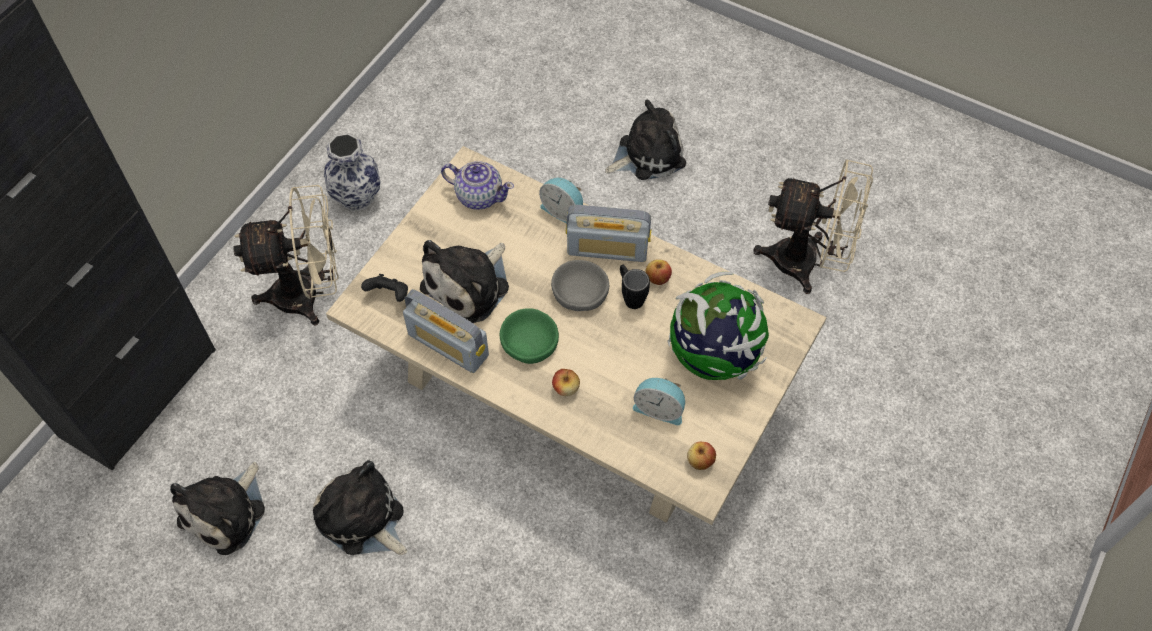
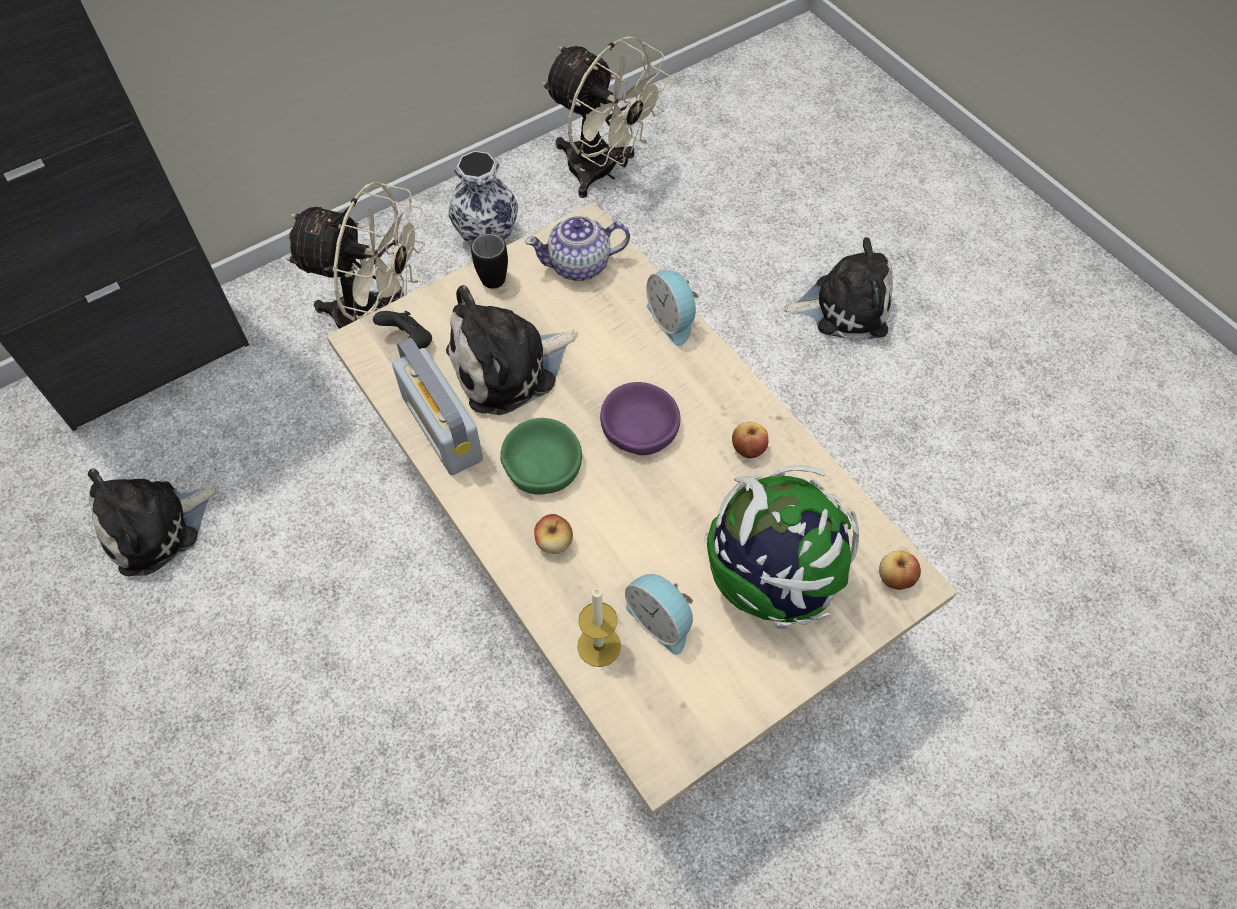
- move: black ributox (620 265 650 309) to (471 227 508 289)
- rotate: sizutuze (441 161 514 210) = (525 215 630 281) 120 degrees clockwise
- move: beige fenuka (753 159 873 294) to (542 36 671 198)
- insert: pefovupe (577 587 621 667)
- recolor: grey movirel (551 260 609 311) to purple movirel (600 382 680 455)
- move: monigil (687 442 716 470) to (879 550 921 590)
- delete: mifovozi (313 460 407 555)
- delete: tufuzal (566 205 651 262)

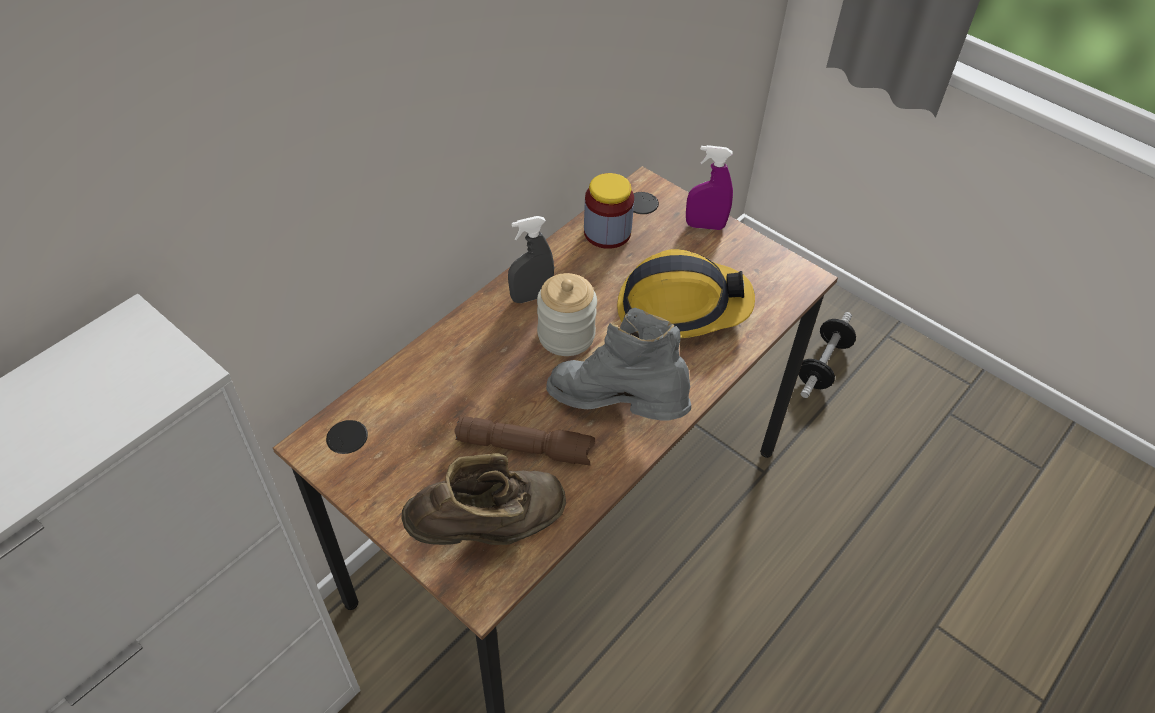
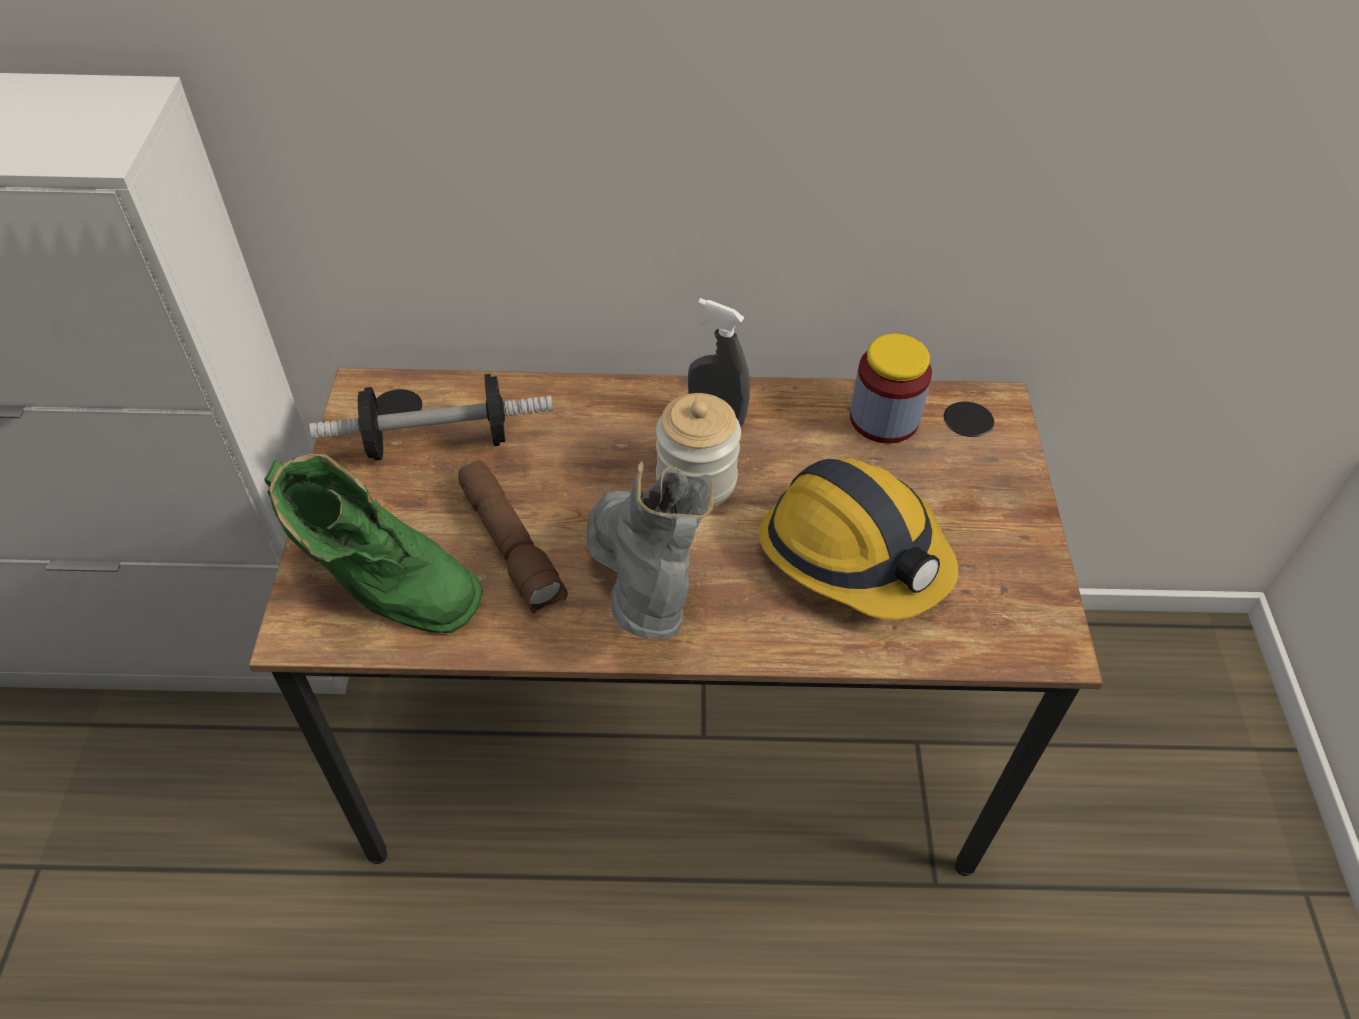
- recolor: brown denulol (401 453 566 545) to green denulol (264 454 483 633)
- move: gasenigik (798 312 856 398) to (310 374 553 461)
- delete: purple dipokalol (686 145 733 230)

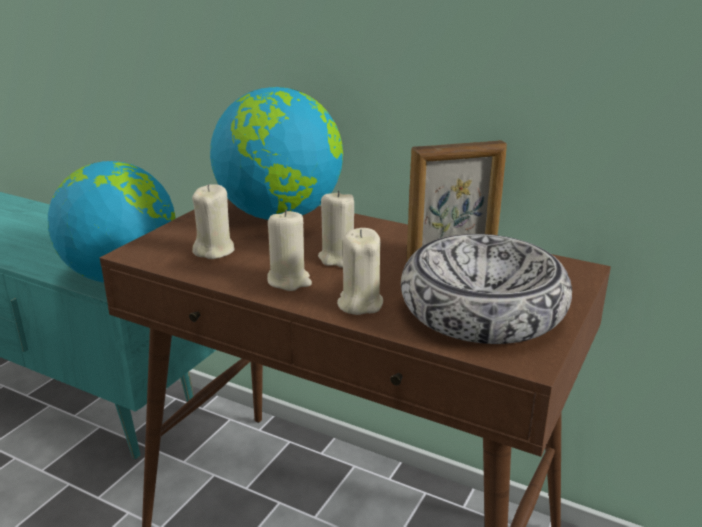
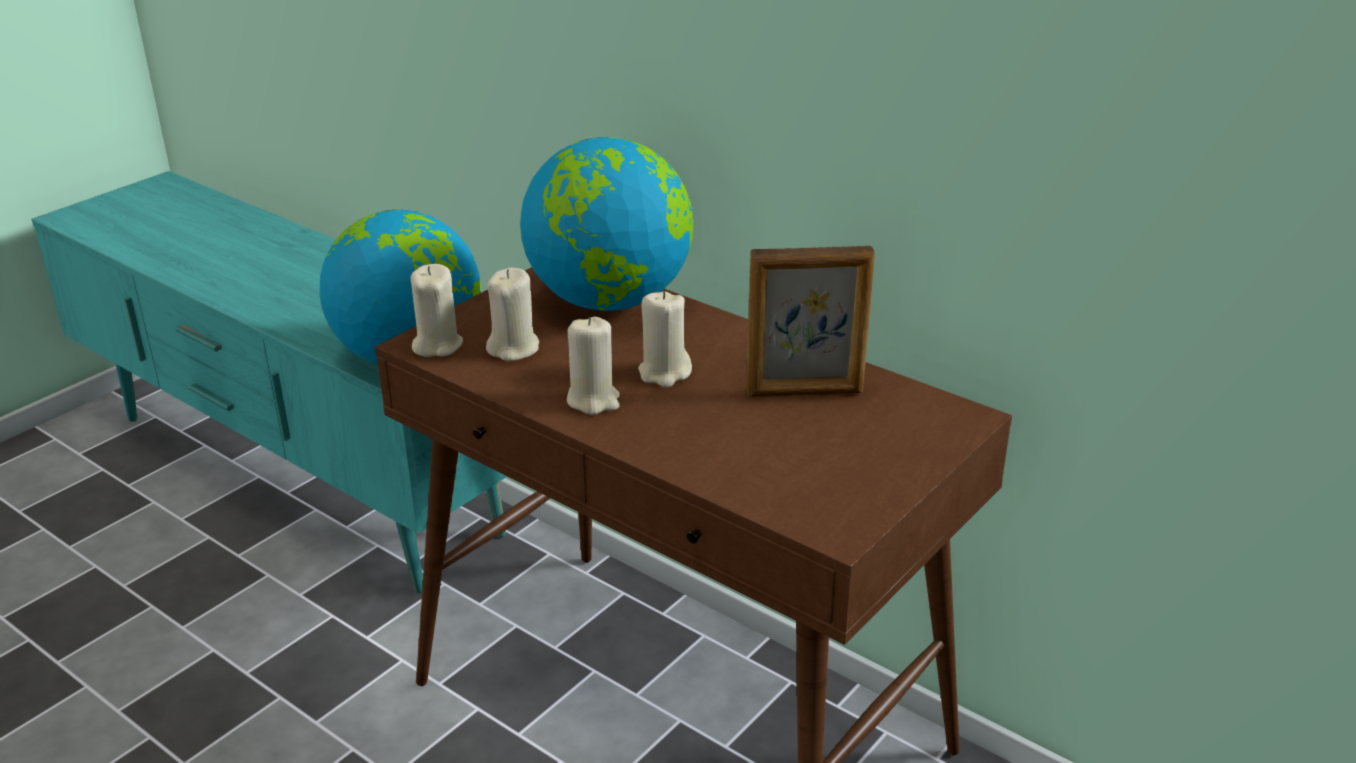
- move: beige pefovupe (337 228 383 315) to (411 264 463 357)
- delete: movirel (401 234 572 344)

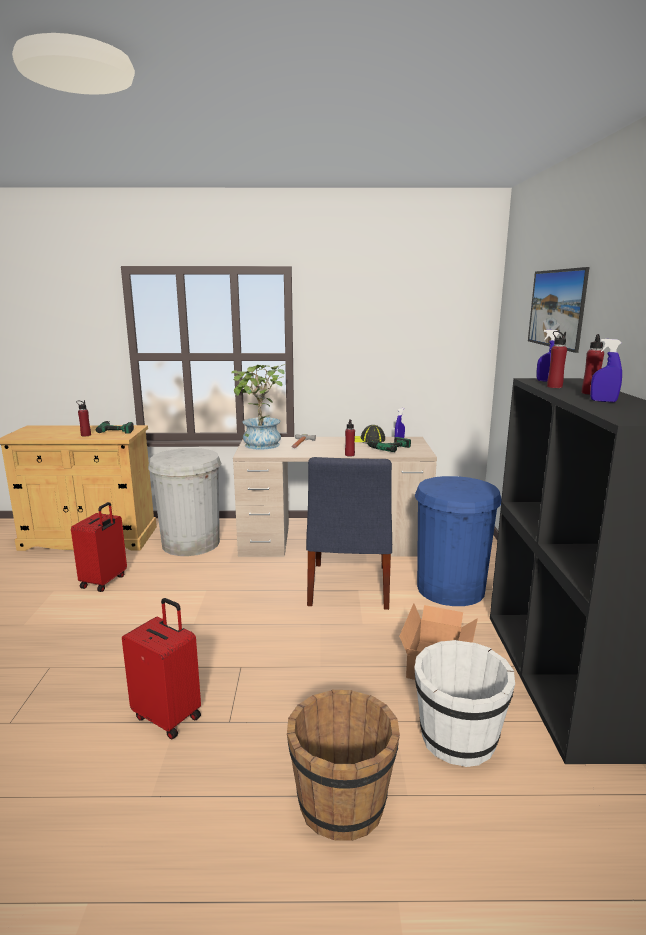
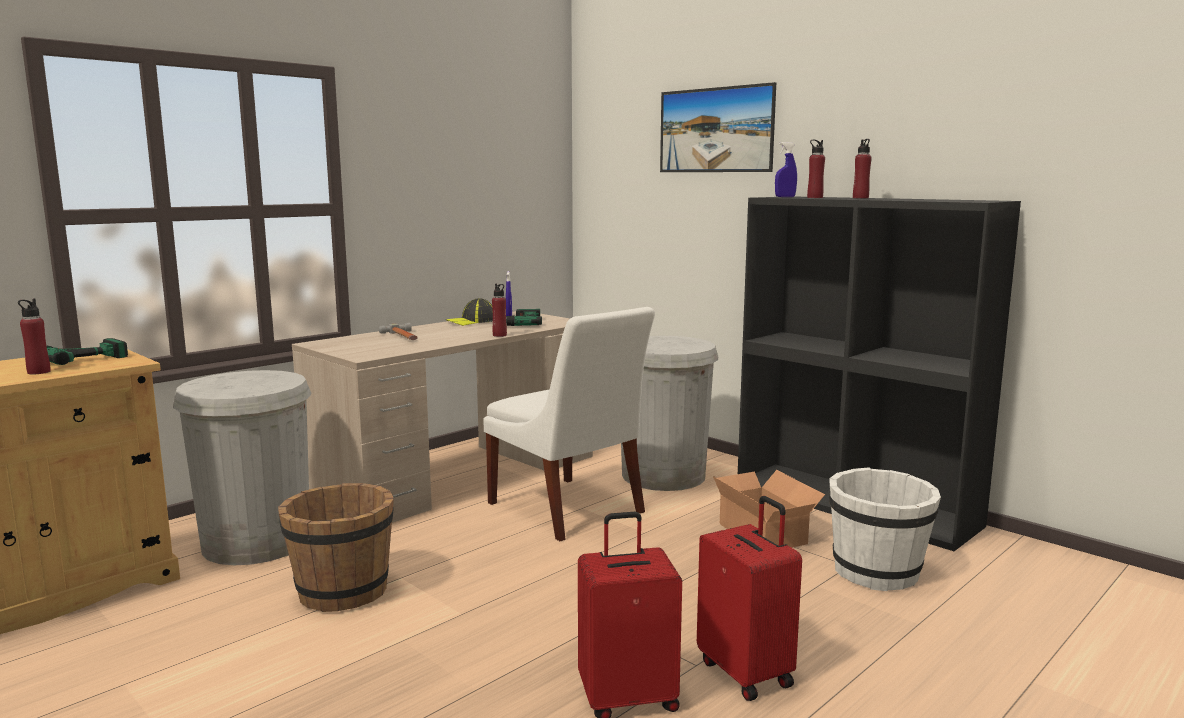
- move: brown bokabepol (287 690 400 841) to (278 483 394 612)
- recolor: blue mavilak (306 457 392 610) to white mavilak (483 307 655 541)
- recolor: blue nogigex (415 476 501 606) to white nogigex (621 336 718 491)
- move: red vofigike (71 502 127 592) to (697 496 802 701)
- delete: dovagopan (231 364 286 450)
- delete: blue dipokalol (590 339 622 402)

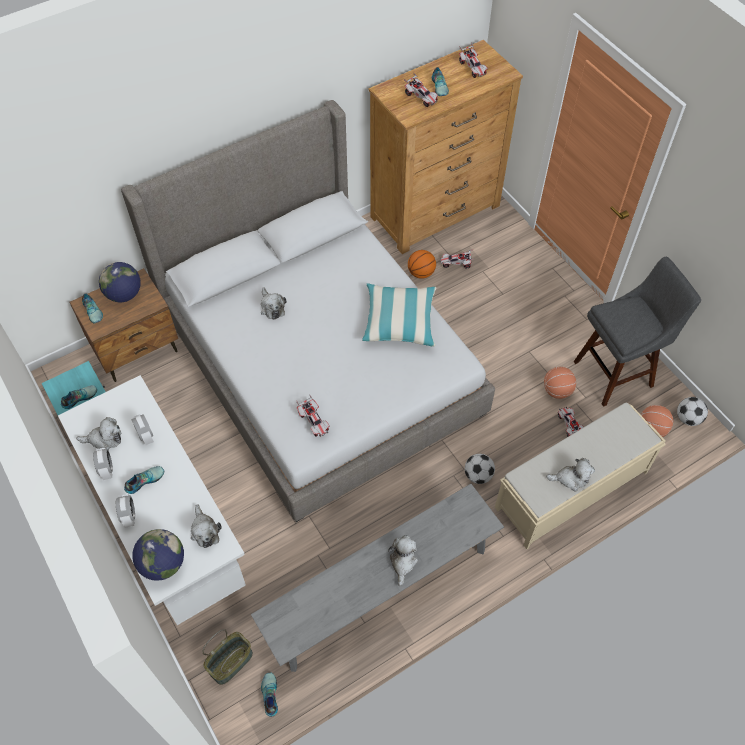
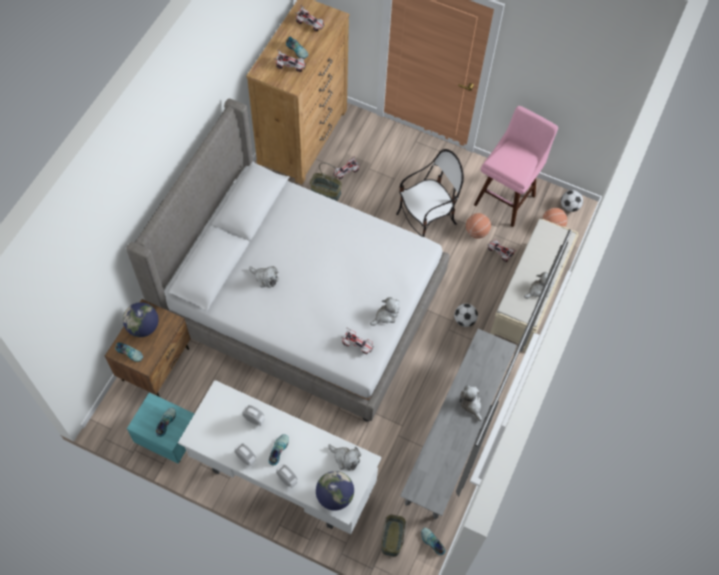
- replace: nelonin (408 250 436 279) to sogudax (310 162 342 201)
- move: mifovozi (76 417 121 450) to (370 297 400 326)
- insert: mavilak (396 149 464 237)
- recolor: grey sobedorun (574 257 701 407) to pink sobedorun (474 106 558 227)
- delete: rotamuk (362 283 436 346)

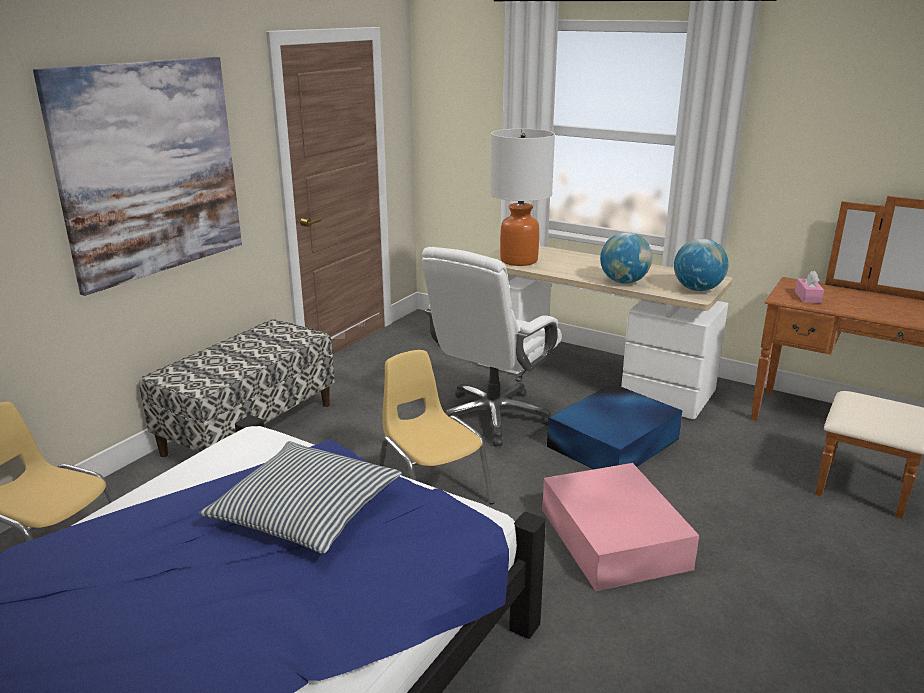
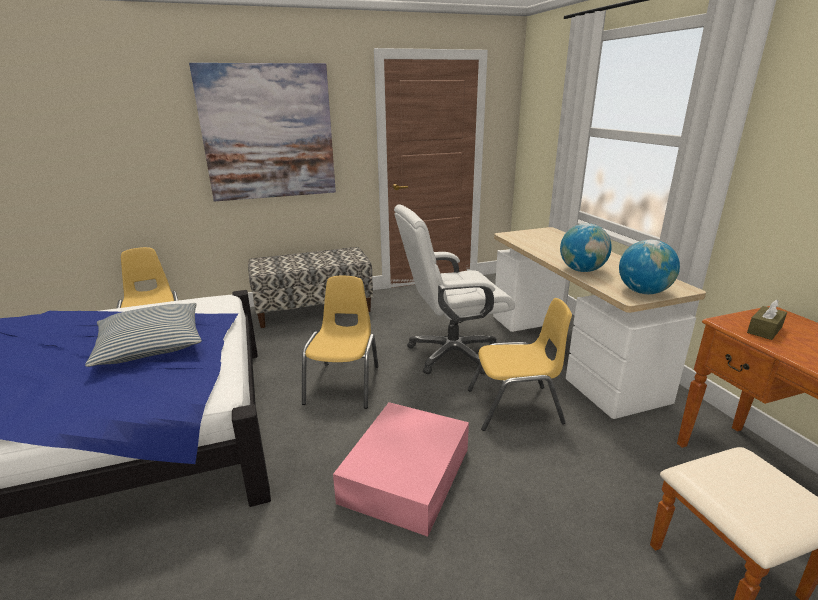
- replace: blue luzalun (547 384 683 469) to yellow mavilak (468 298 572 431)
- recolor: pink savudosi (795 271 824 303) to brown savudosi (747 300 787 340)
- delete: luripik (490 129 555 266)

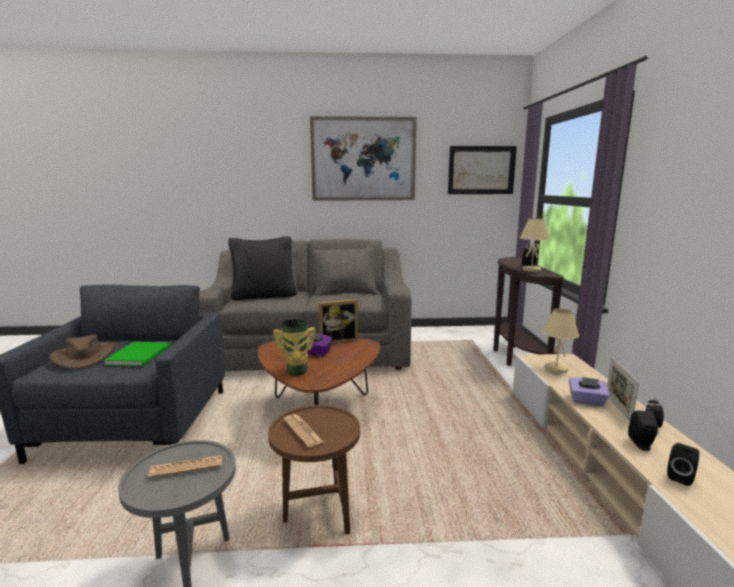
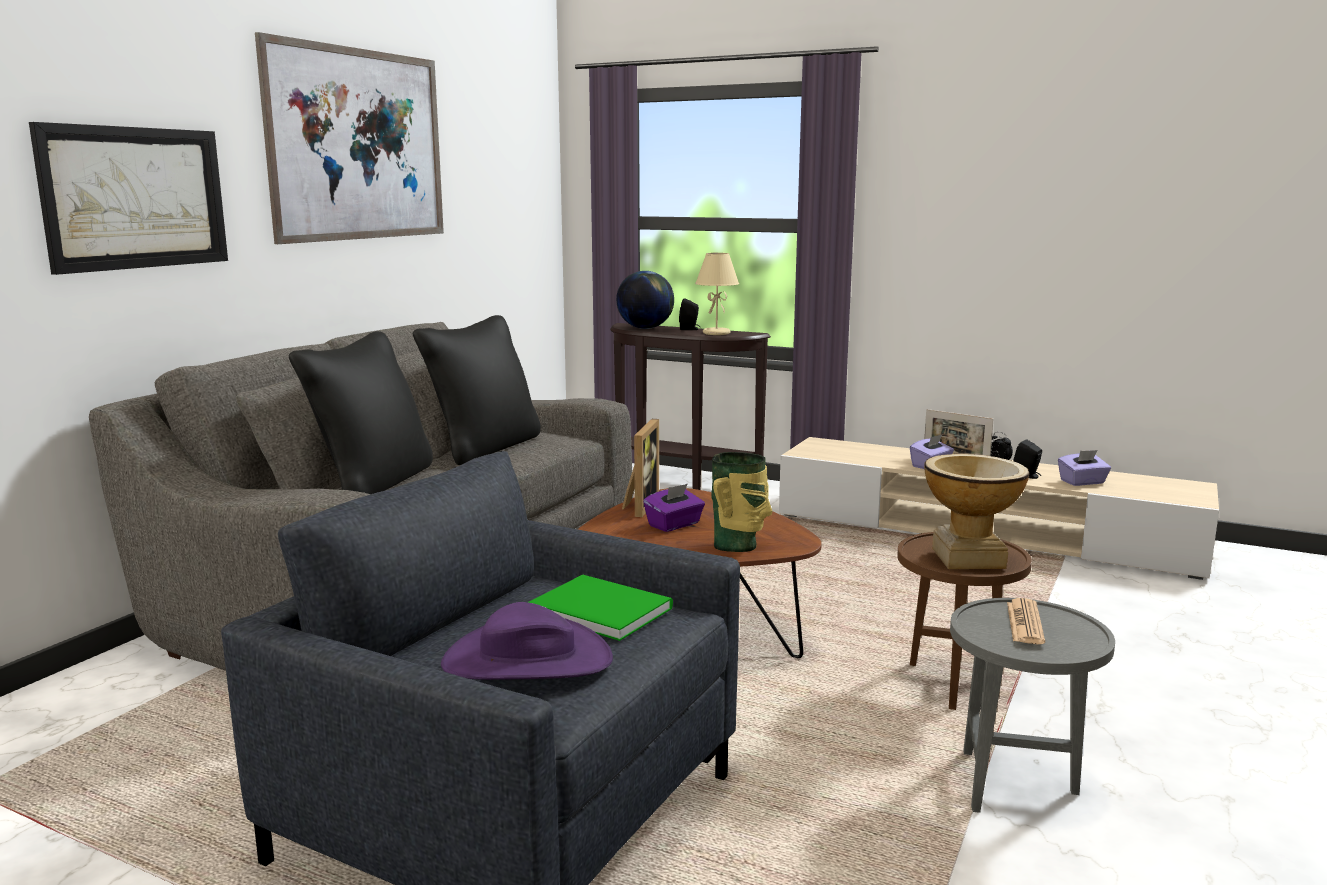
- move: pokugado (448 146 517 194) to (29 122 228 275)
- insert: black rotamuk (413 315 541 465)
- recolor: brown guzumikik (49 334 115 368) to purple guzumikik (441 602 613 680)
- insert: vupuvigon (616 271 674 329)
- replace: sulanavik (283 414 324 447) to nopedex (924 454 1029 569)
- replace: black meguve (667 443 699 486) to purple savudosi (1058 450 1111 486)
- delete: beige luripik (542 308 579 373)

